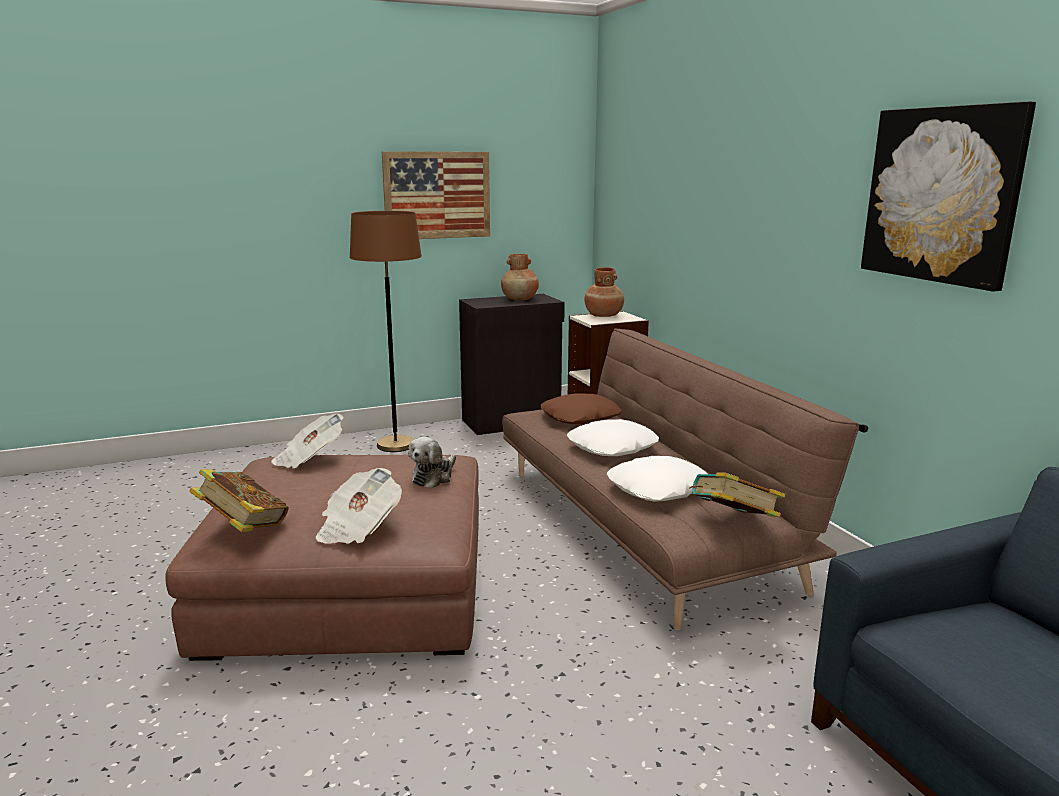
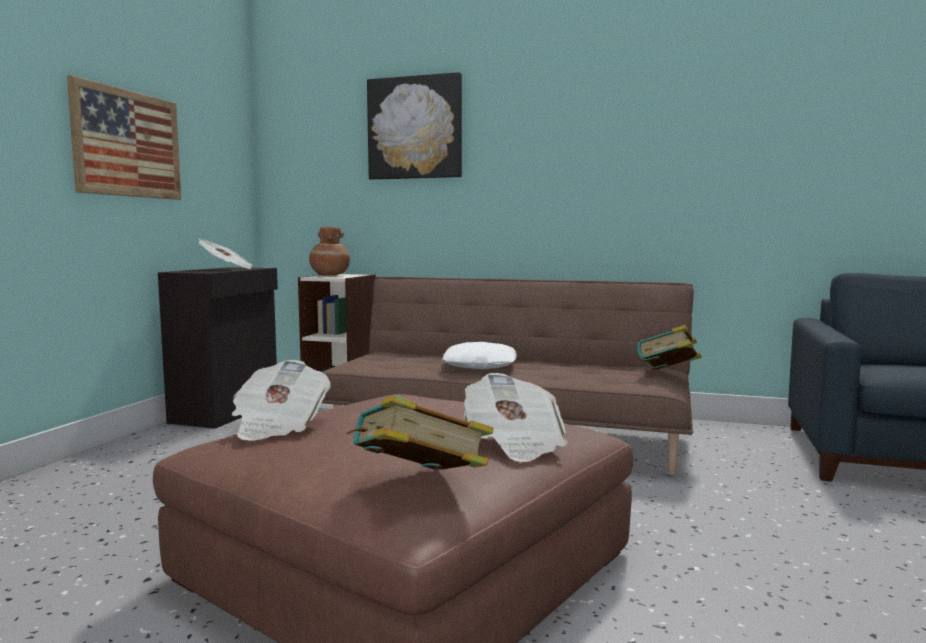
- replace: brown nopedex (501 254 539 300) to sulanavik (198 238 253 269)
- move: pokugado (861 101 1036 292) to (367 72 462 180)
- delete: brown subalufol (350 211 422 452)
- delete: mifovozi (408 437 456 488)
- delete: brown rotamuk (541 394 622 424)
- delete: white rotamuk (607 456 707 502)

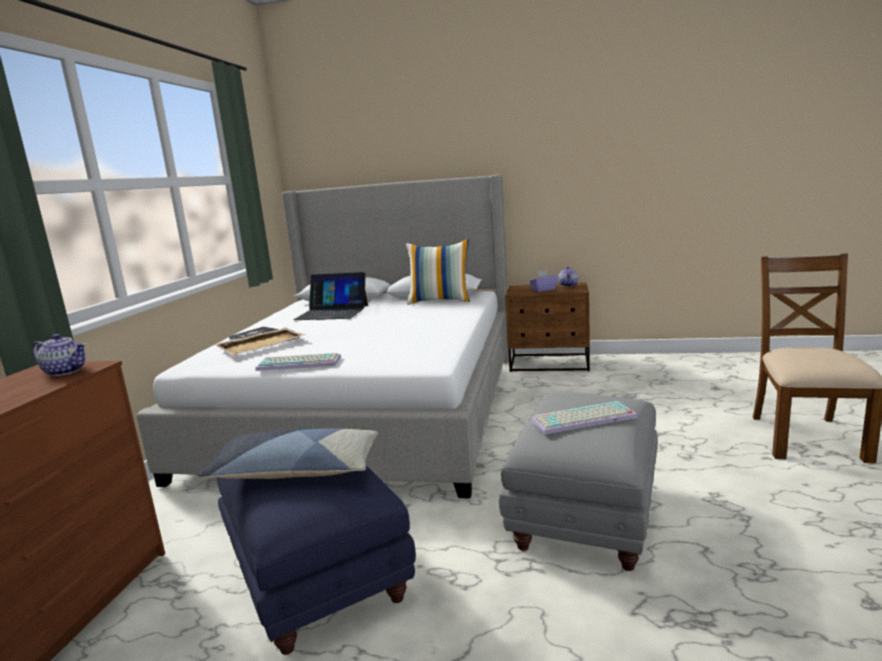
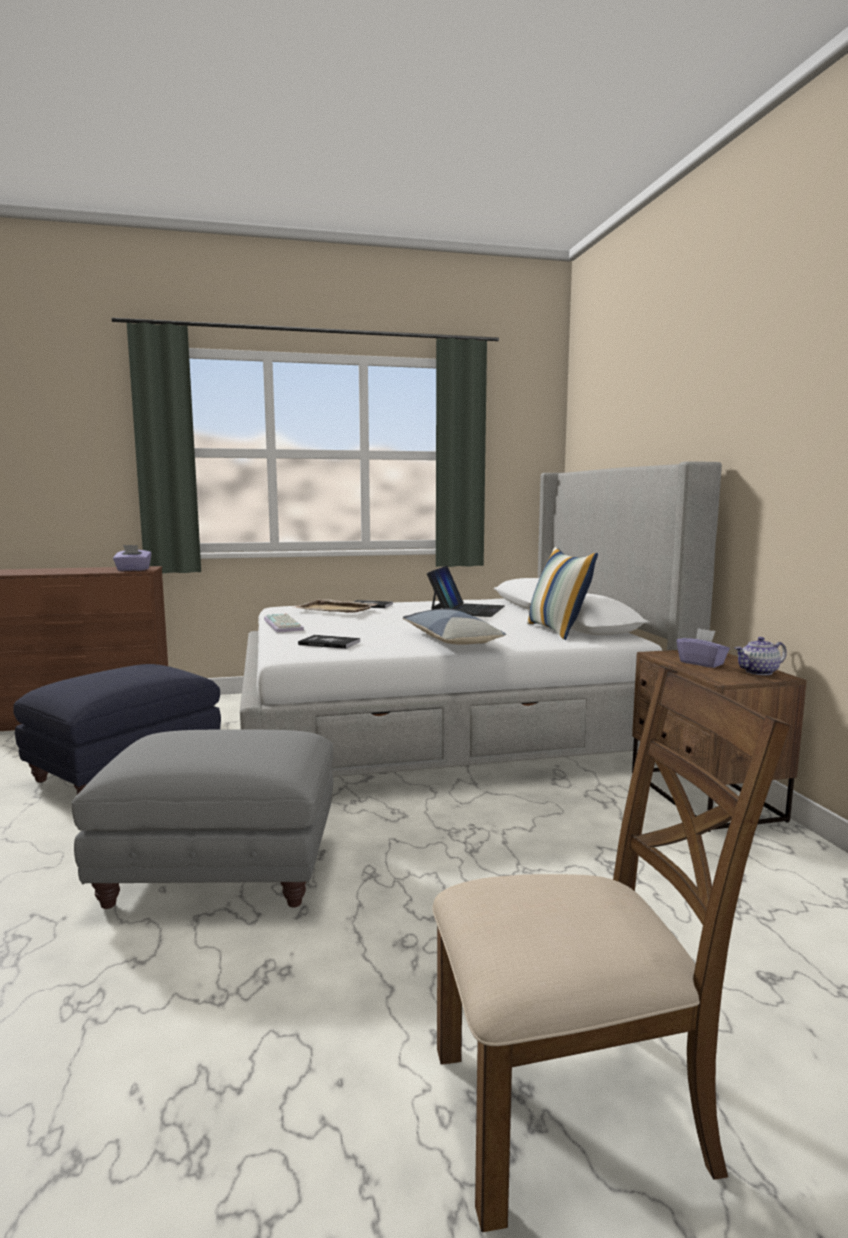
- replace: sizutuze (32 334 86 376) to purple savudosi (113 545 152 571)
- insert: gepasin (298 635 360 649)
- move: rotamuk (197 429 378 479) to (403 609 506 645)
- rotate: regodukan (293 272 368 320) = (427 566 505 617) 150 degrees counterclockwise
- delete: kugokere (531 401 637 435)

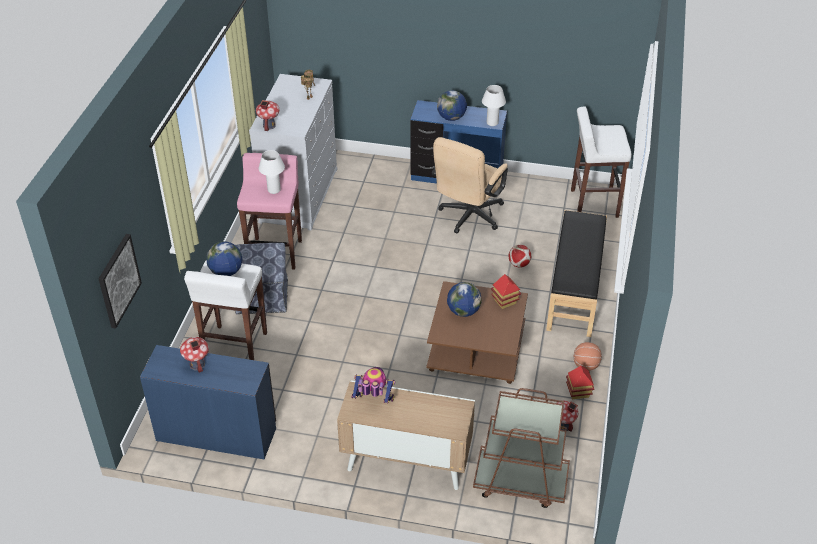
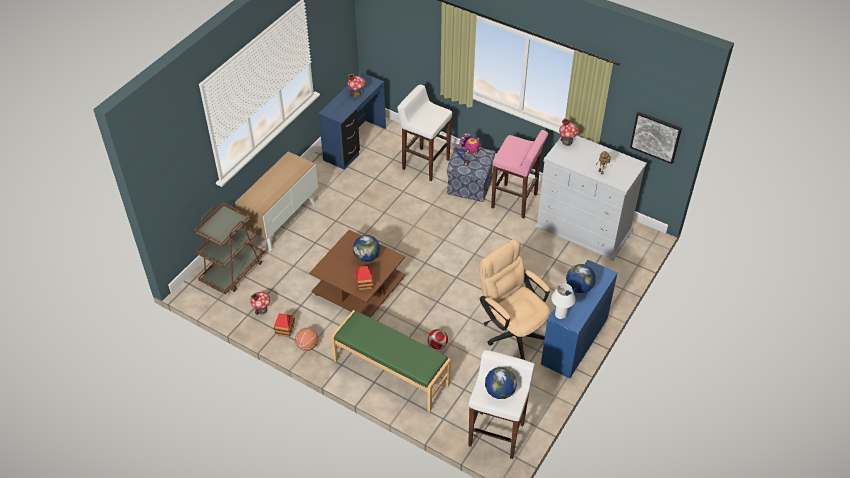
- recolor: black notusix (546 210 607 337) to green notusix (331 310 451 412)
- move: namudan (351 367 395 404) to (453 133 481 165)
- move: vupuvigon (207 241 242 276) to (485 367 517 399)
- move: pokugado (99 234 142 328) to (630 112 682 164)
- delete: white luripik (259 150 285 194)

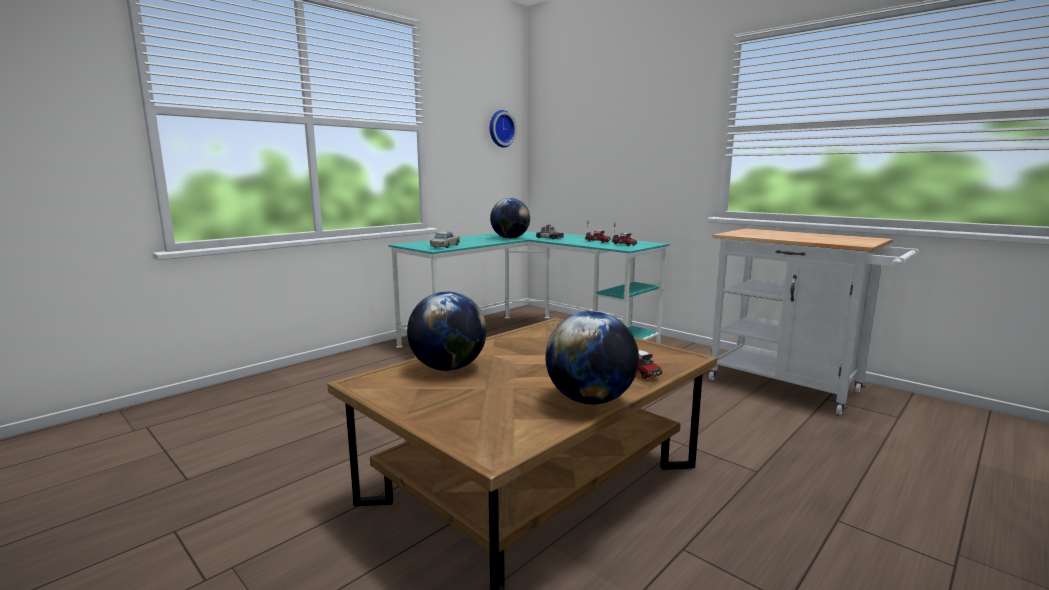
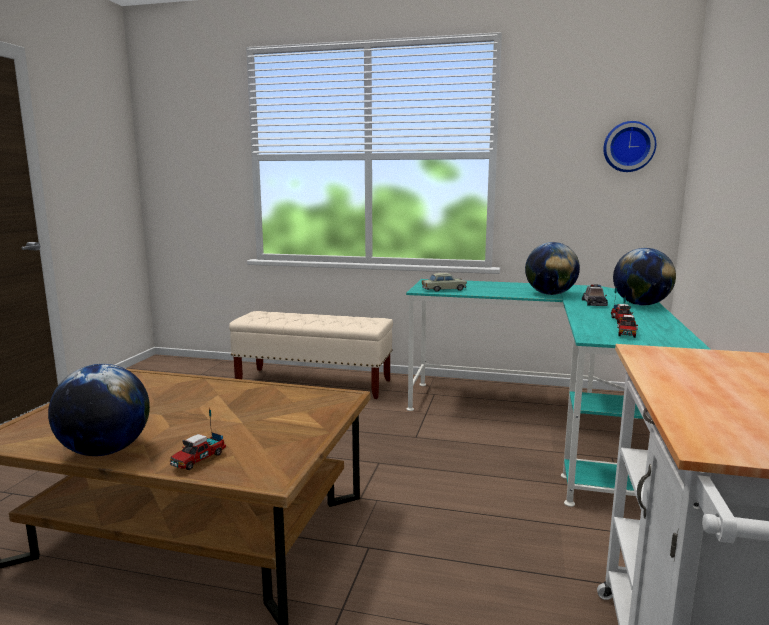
- insert: beige notusix (229 311 393 399)
- move: vupuvigon (407 291 487 371) to (613 248 676 305)

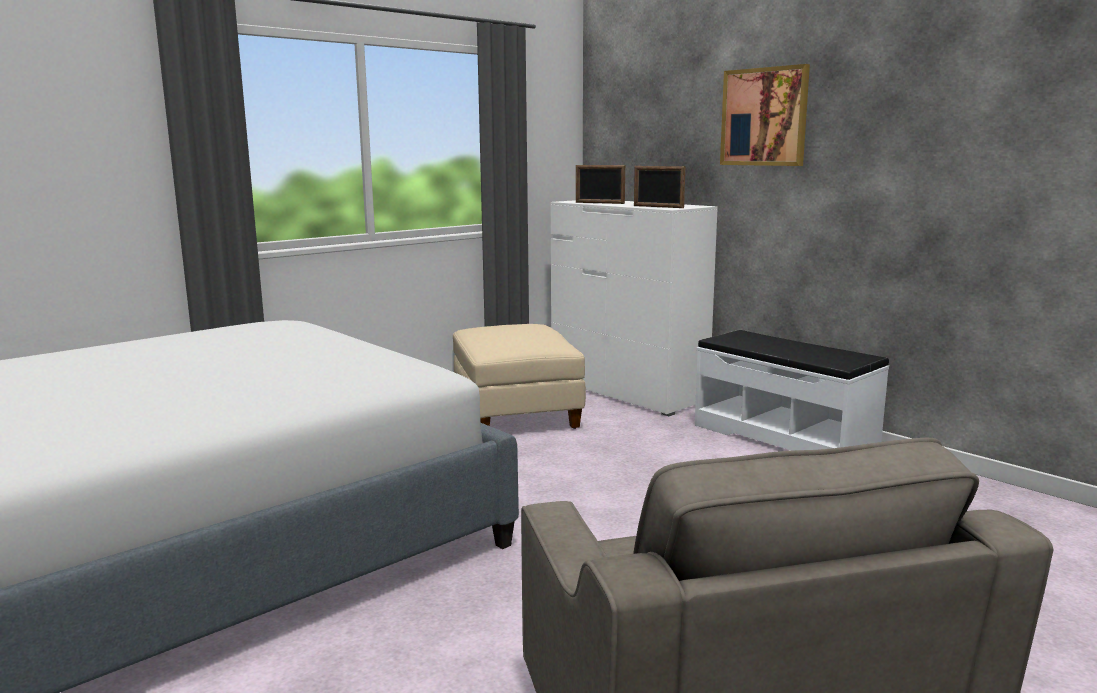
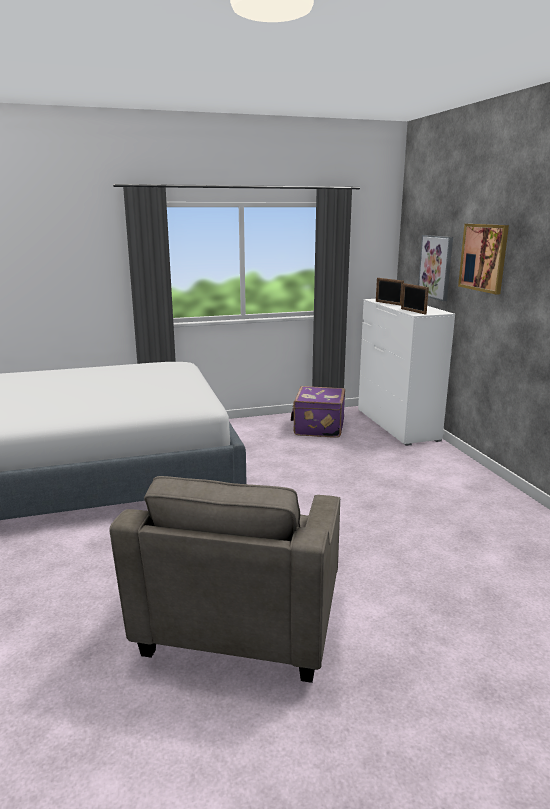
- replace: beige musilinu (453 324 586 429) to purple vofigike (291 386 345 438)
- insert: pokugado (418 235 453 301)
- delete: white notusix (695 330 889 451)

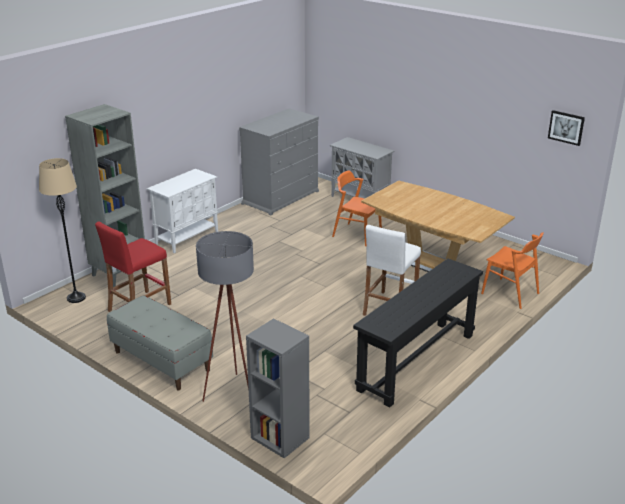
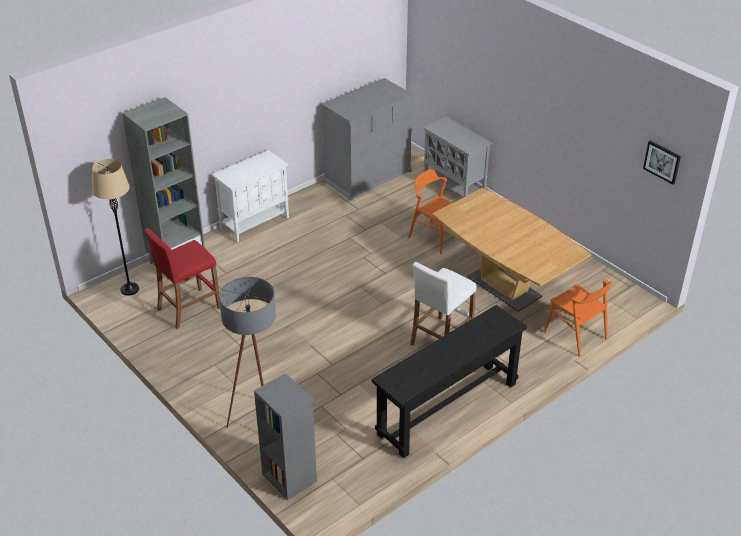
- delete: grey notusix (107 295 213 390)

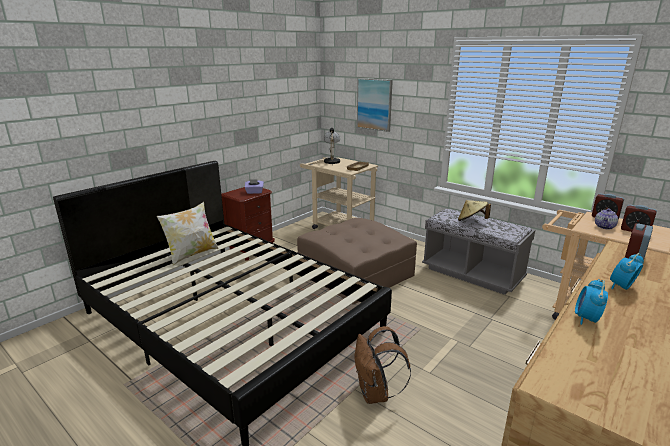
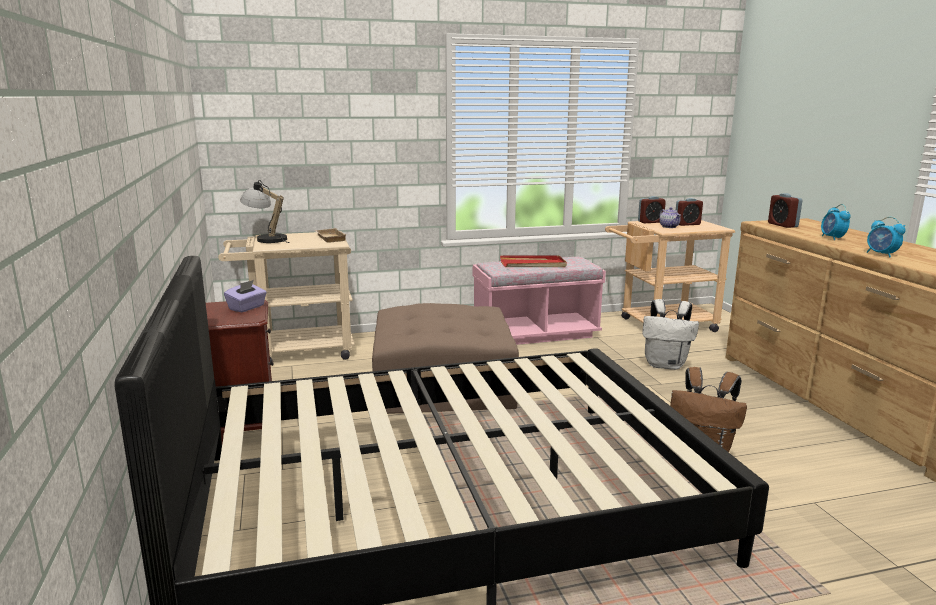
- recolor: grey notusix (422 209 535 295) to pink notusix (473 257 606 345)
- replace: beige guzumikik (458 200 491 221) to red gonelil (500 255 567 267)
- insert: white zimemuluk (642 299 699 370)
- delete: rotamuk (157 202 219 266)
- delete: pokugado (357 78 393 132)

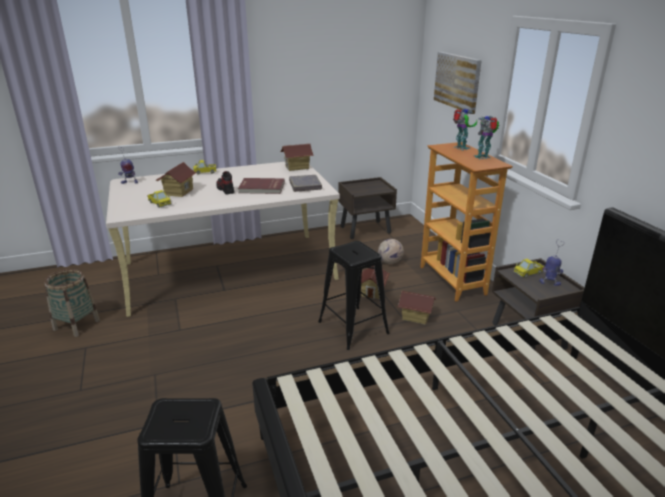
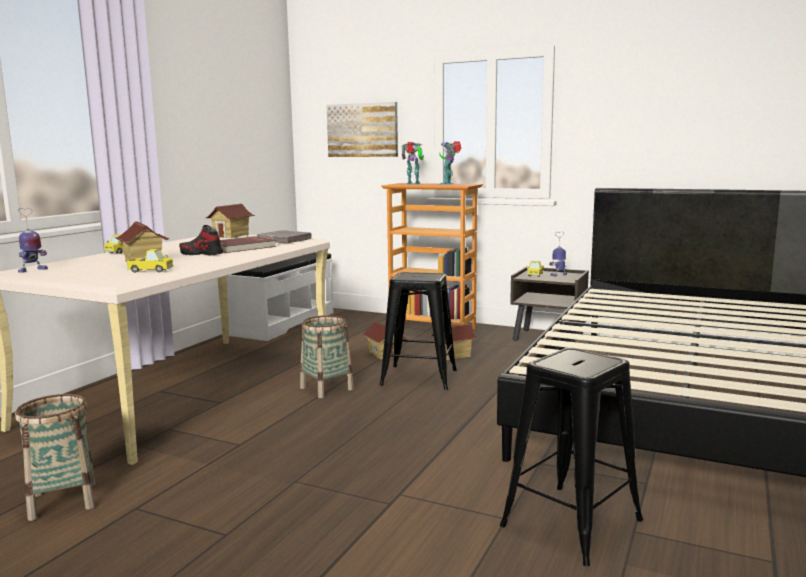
- replace: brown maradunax (338 177 397 239) to white notusix (227 252 333 341)
- insert: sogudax (300 315 354 398)
- delete: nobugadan (378 239 404 264)

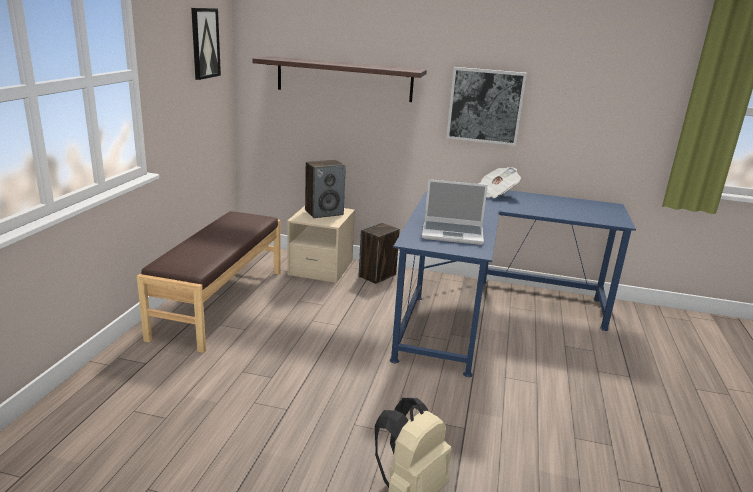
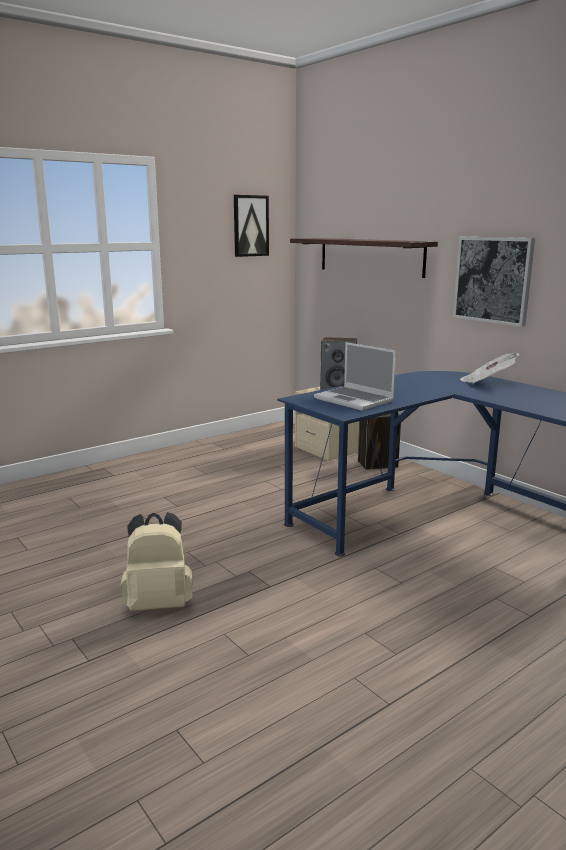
- delete: brown notusix (137 211 281 353)

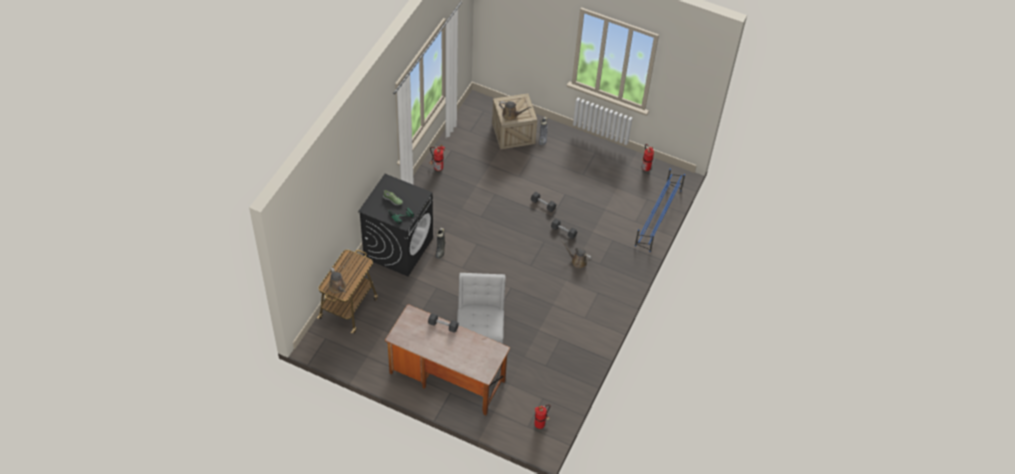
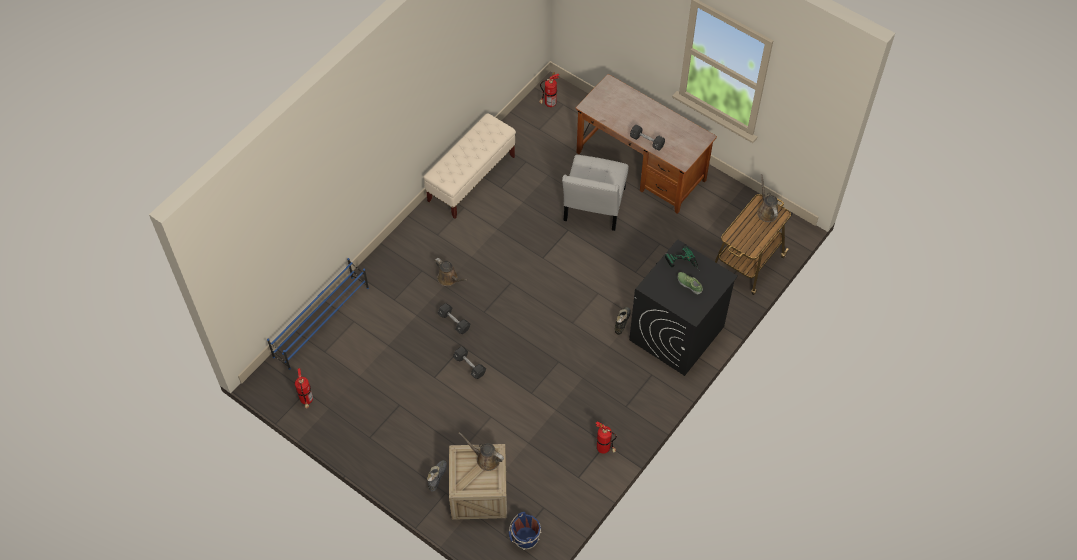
- insert: beige notusix (423 113 516 219)
- insert: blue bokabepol (509 512 542 550)

